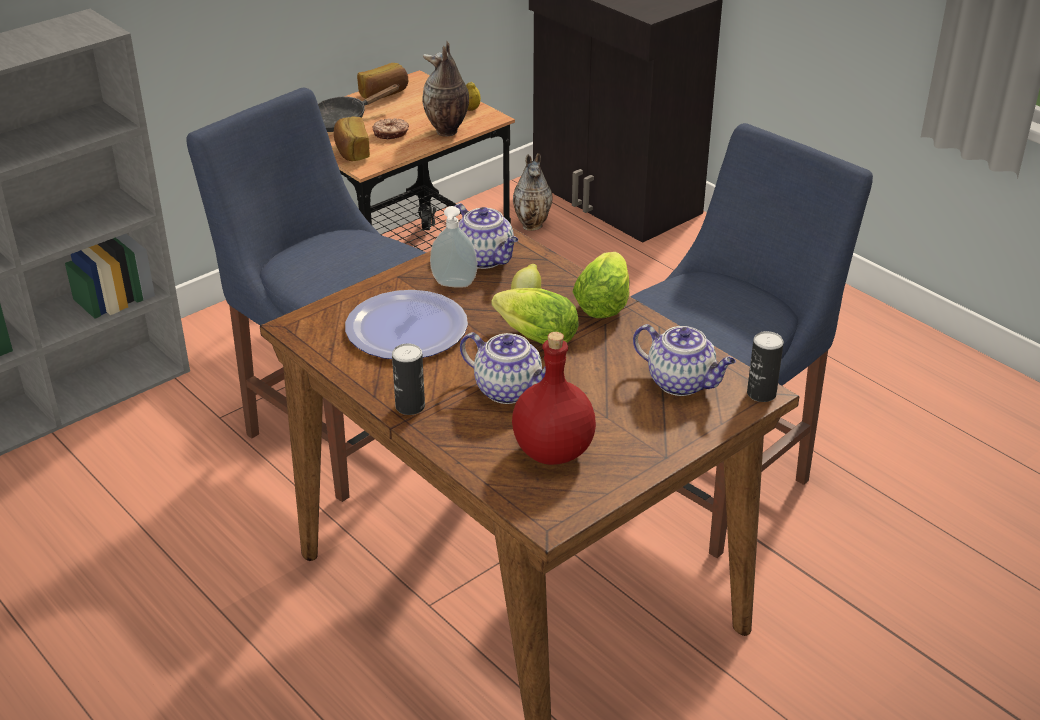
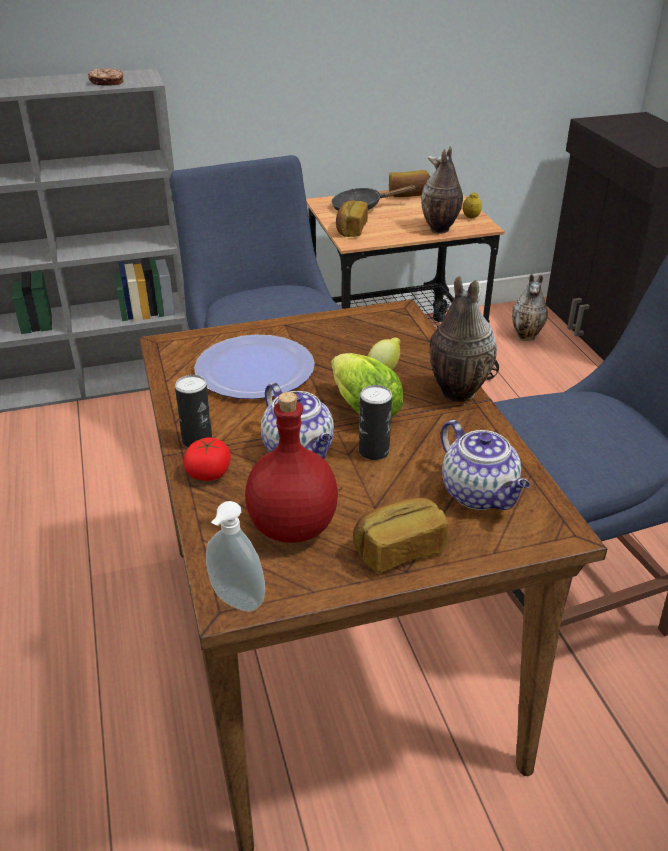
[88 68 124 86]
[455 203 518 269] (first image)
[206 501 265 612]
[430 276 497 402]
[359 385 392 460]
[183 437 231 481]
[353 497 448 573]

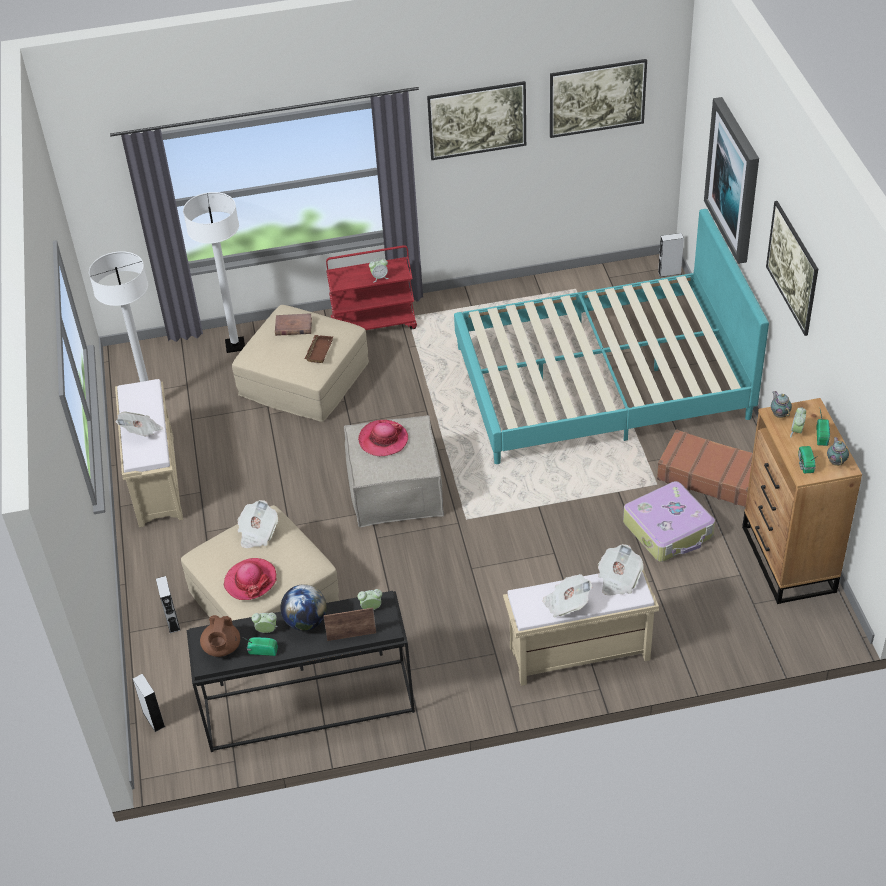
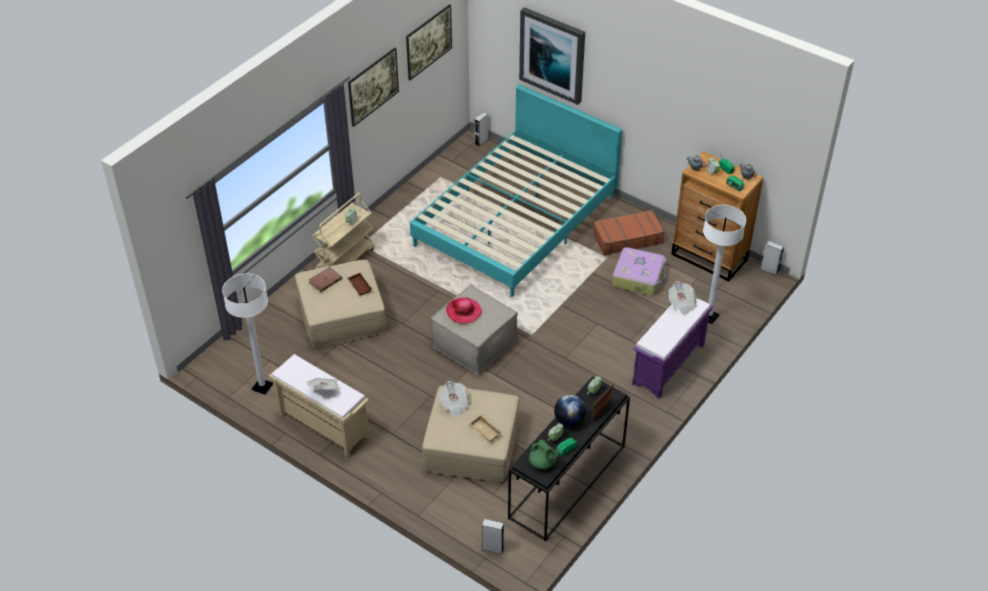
[703 205 746 324]
[766 201 818 336] (first image)
[312 193 375 269]
[469 415 501 442]
[632 298 713 399]
[543 574 592 618] (first image)
[761 241 784 276]
[529 440 558 469]

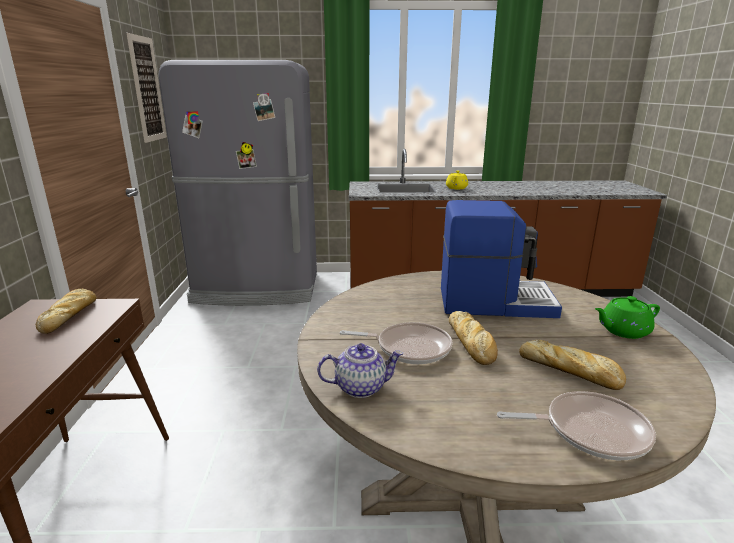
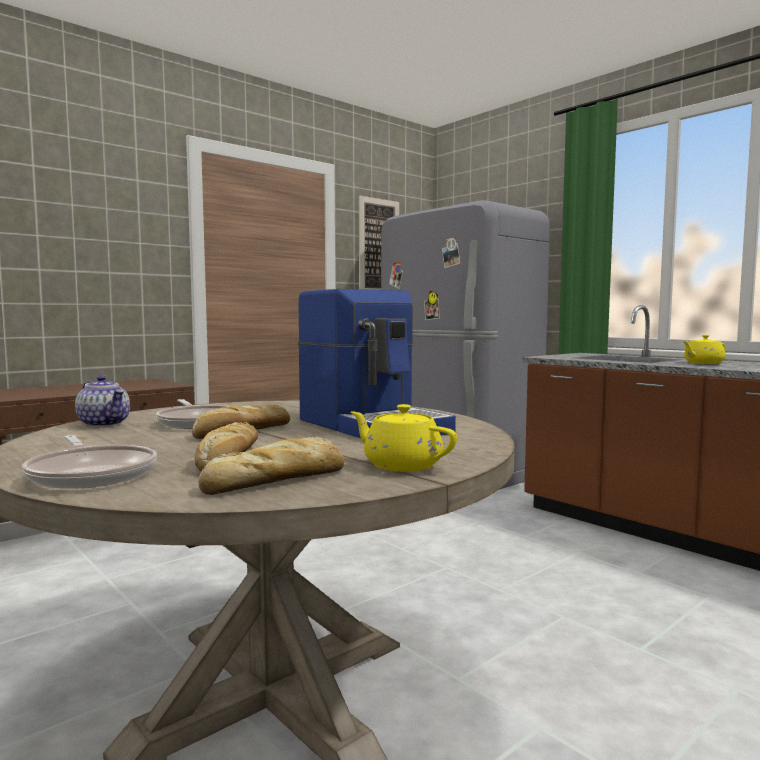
[198 437 344 495]
[351 404 457 472]

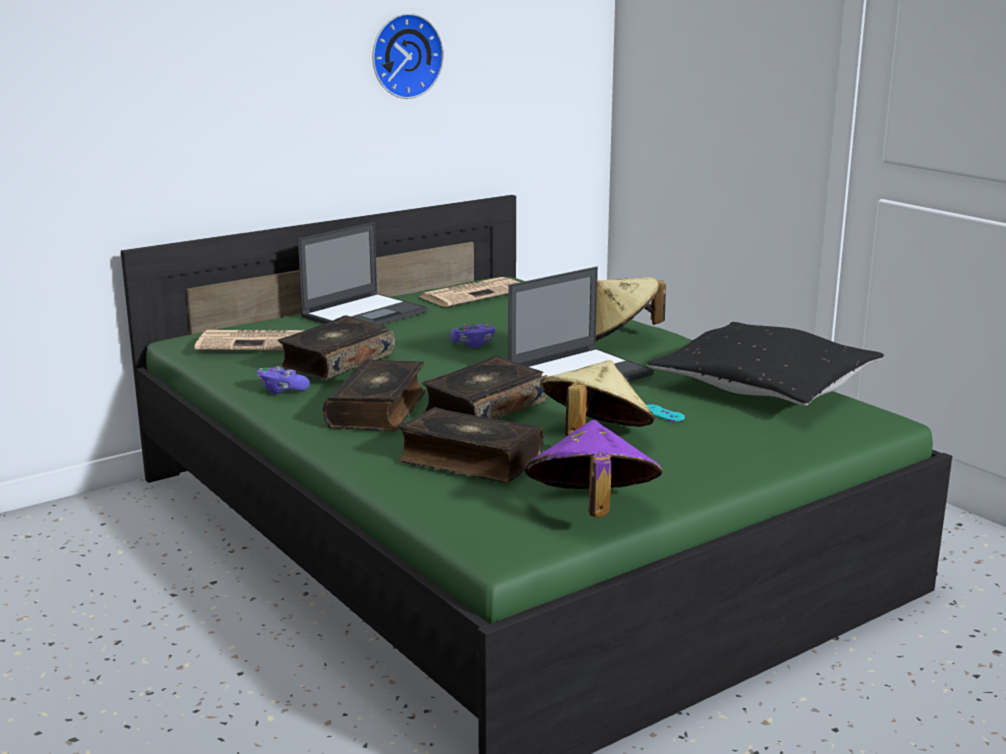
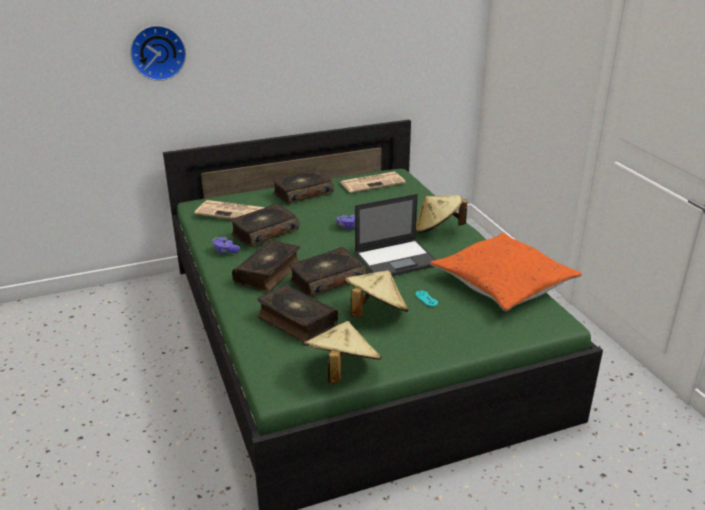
[130 25 186 81]
[272 169 334 205]
[430 233 582 311]
[304 321 382 384]

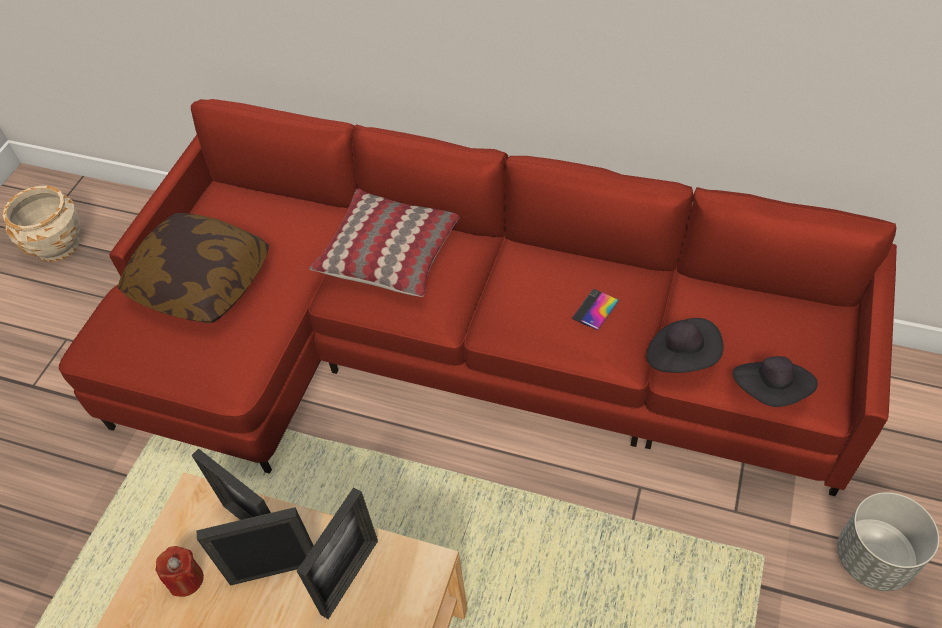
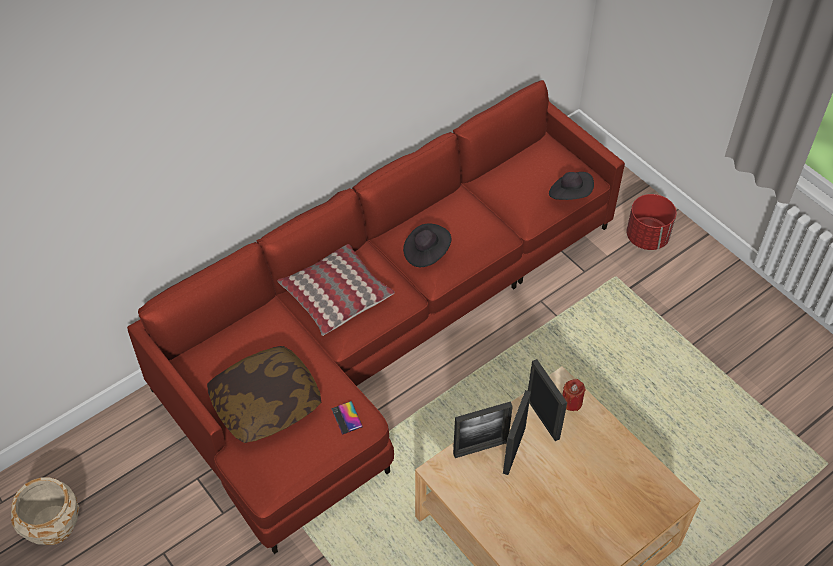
[331 401 363 435]
[403 223 452 267]
[626 194 677 250]
[562 379 586 411]

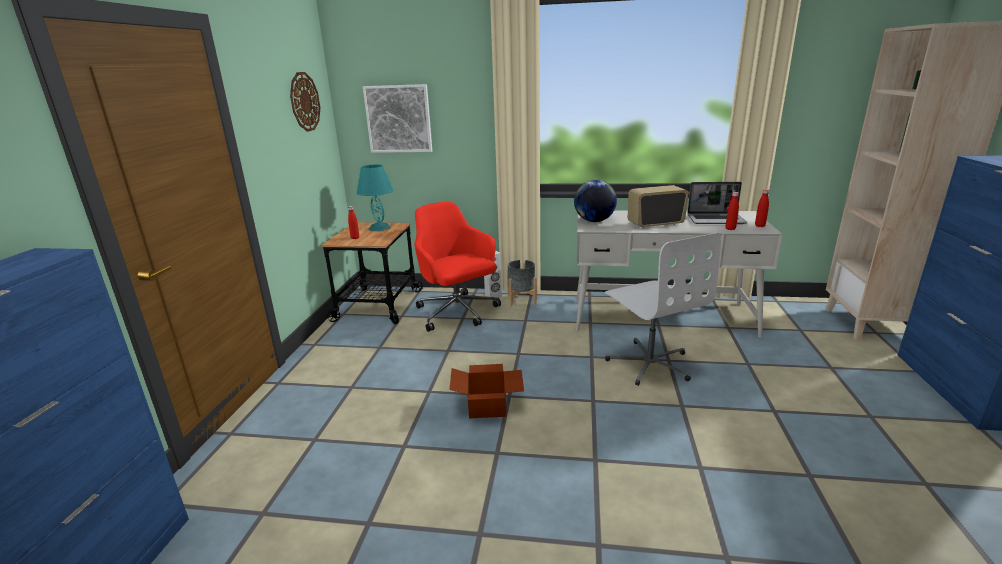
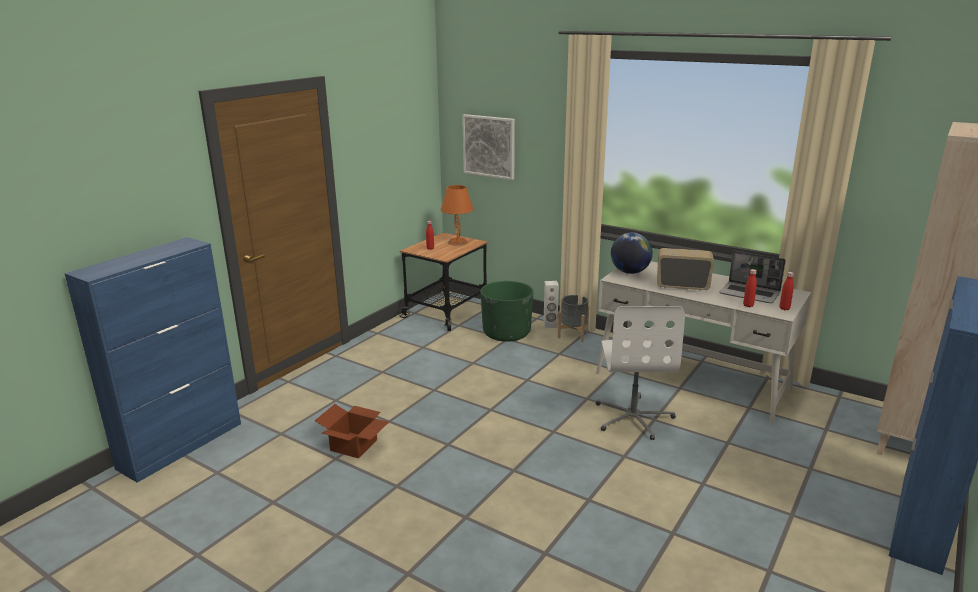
[290 72 320 132] (first image)
[441 185 473 246]
[480 281 533 342]
[314 404 389 459]

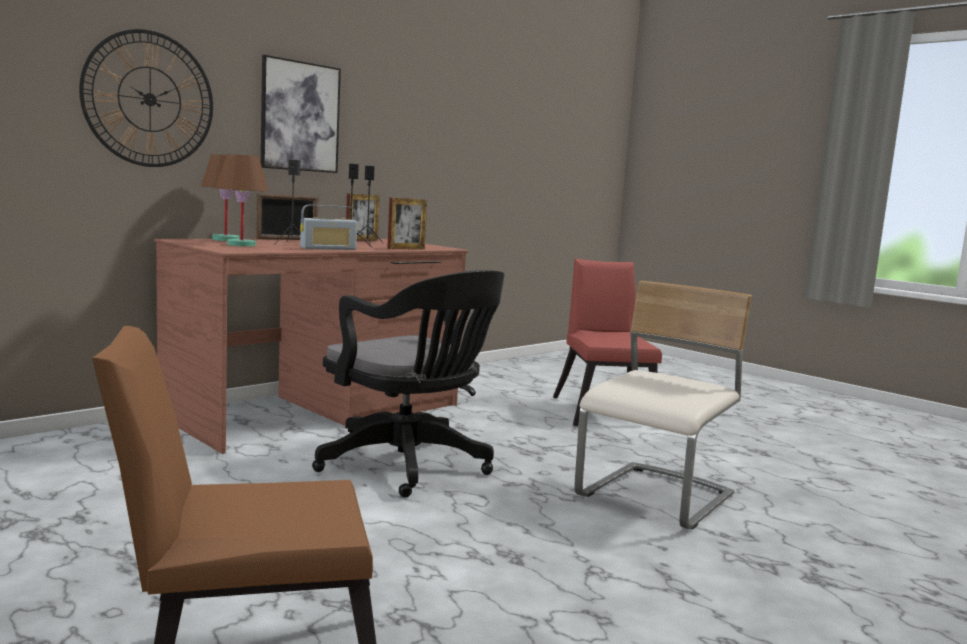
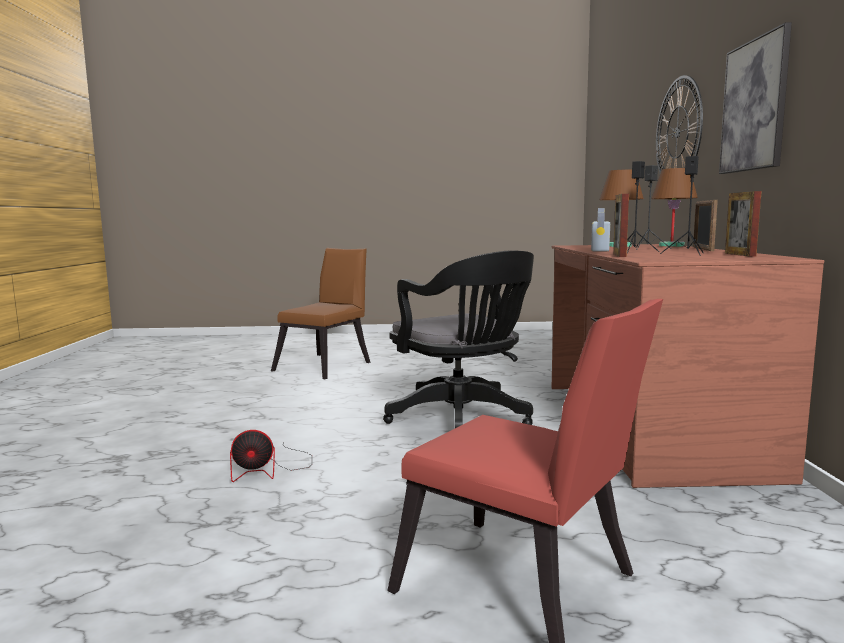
[383 250 534 428]
[230 430 311 482]

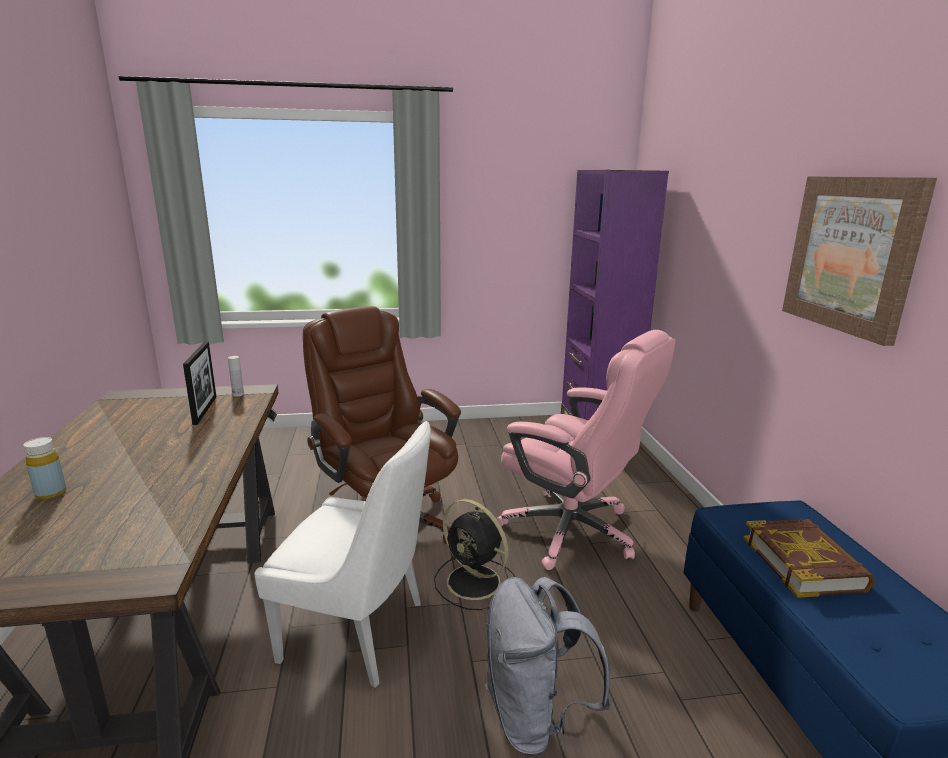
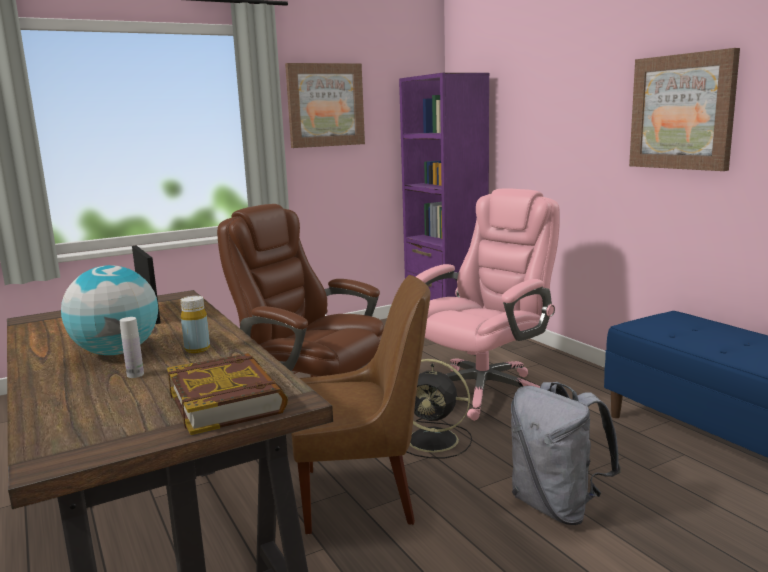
[416 188 560 421]
[120 317 144 378]
[291 275 431 534]
[180 296 210 353]
[167 353 288 435]
[285 63 365 148]
[61 265 158 355]

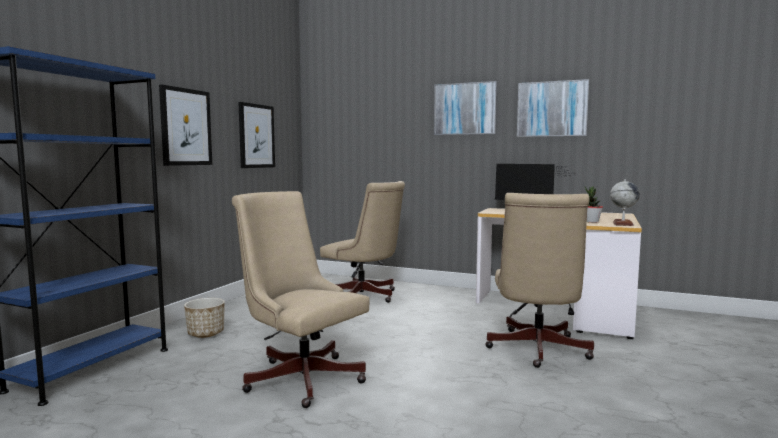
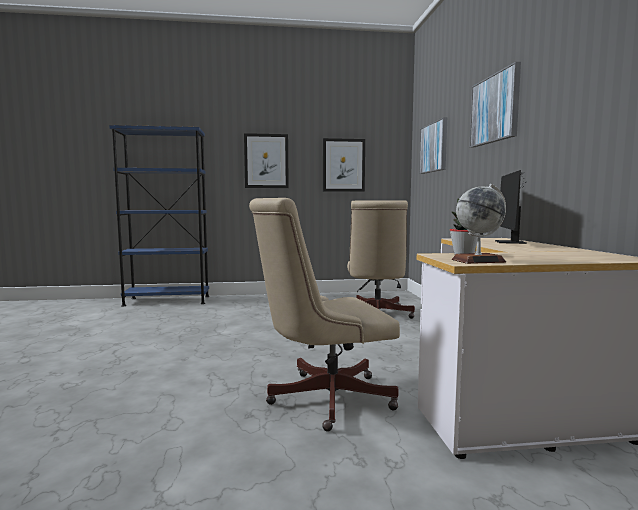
[419 117 447 174]
[232 191 370 408] (first image)
[184 298 225 338] (first image)

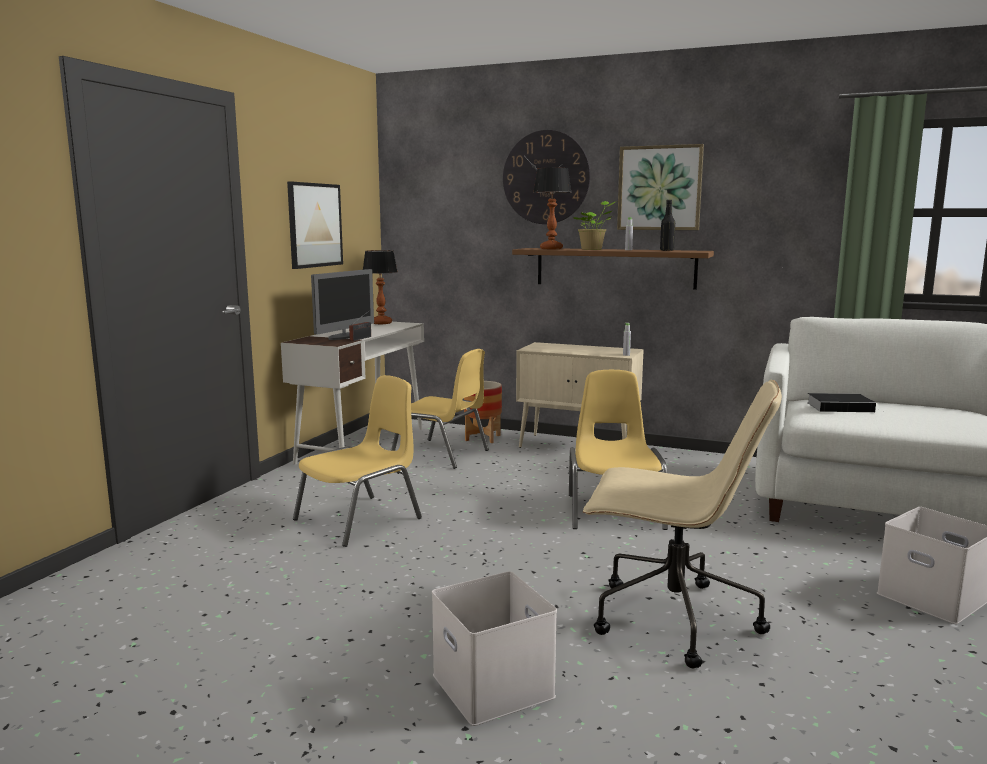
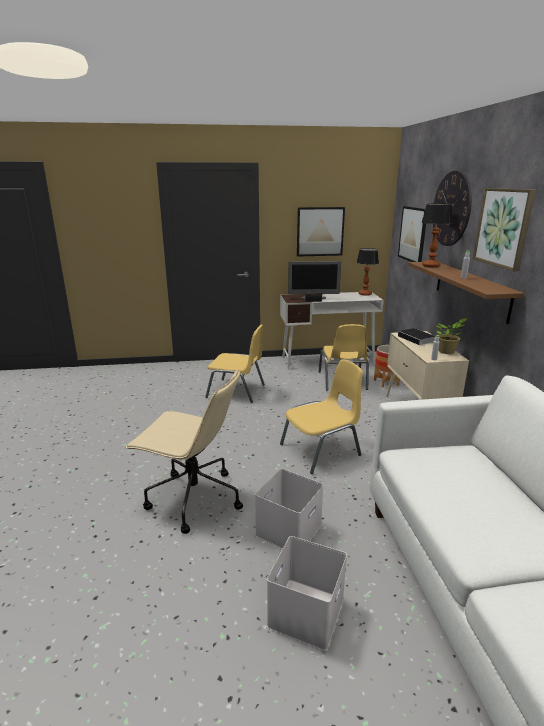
[660 200 675 251] (first image)
[435 318 467 354]
[125 370 243 534]
[398 328 436 345]
[255 469 324 549]
[398 206 426 262]

